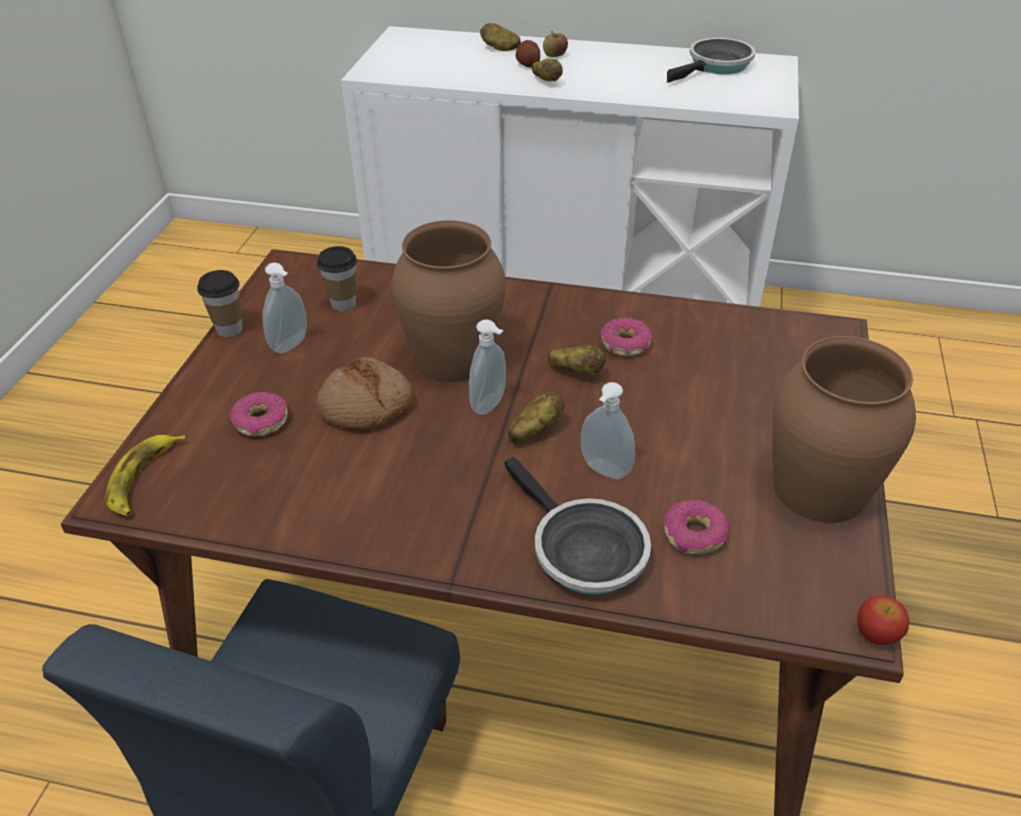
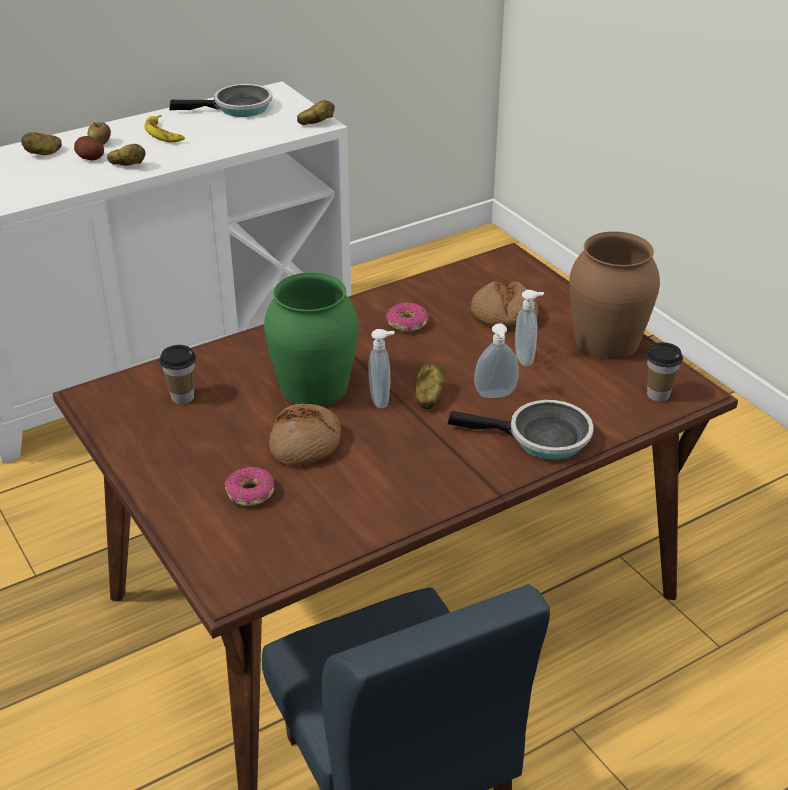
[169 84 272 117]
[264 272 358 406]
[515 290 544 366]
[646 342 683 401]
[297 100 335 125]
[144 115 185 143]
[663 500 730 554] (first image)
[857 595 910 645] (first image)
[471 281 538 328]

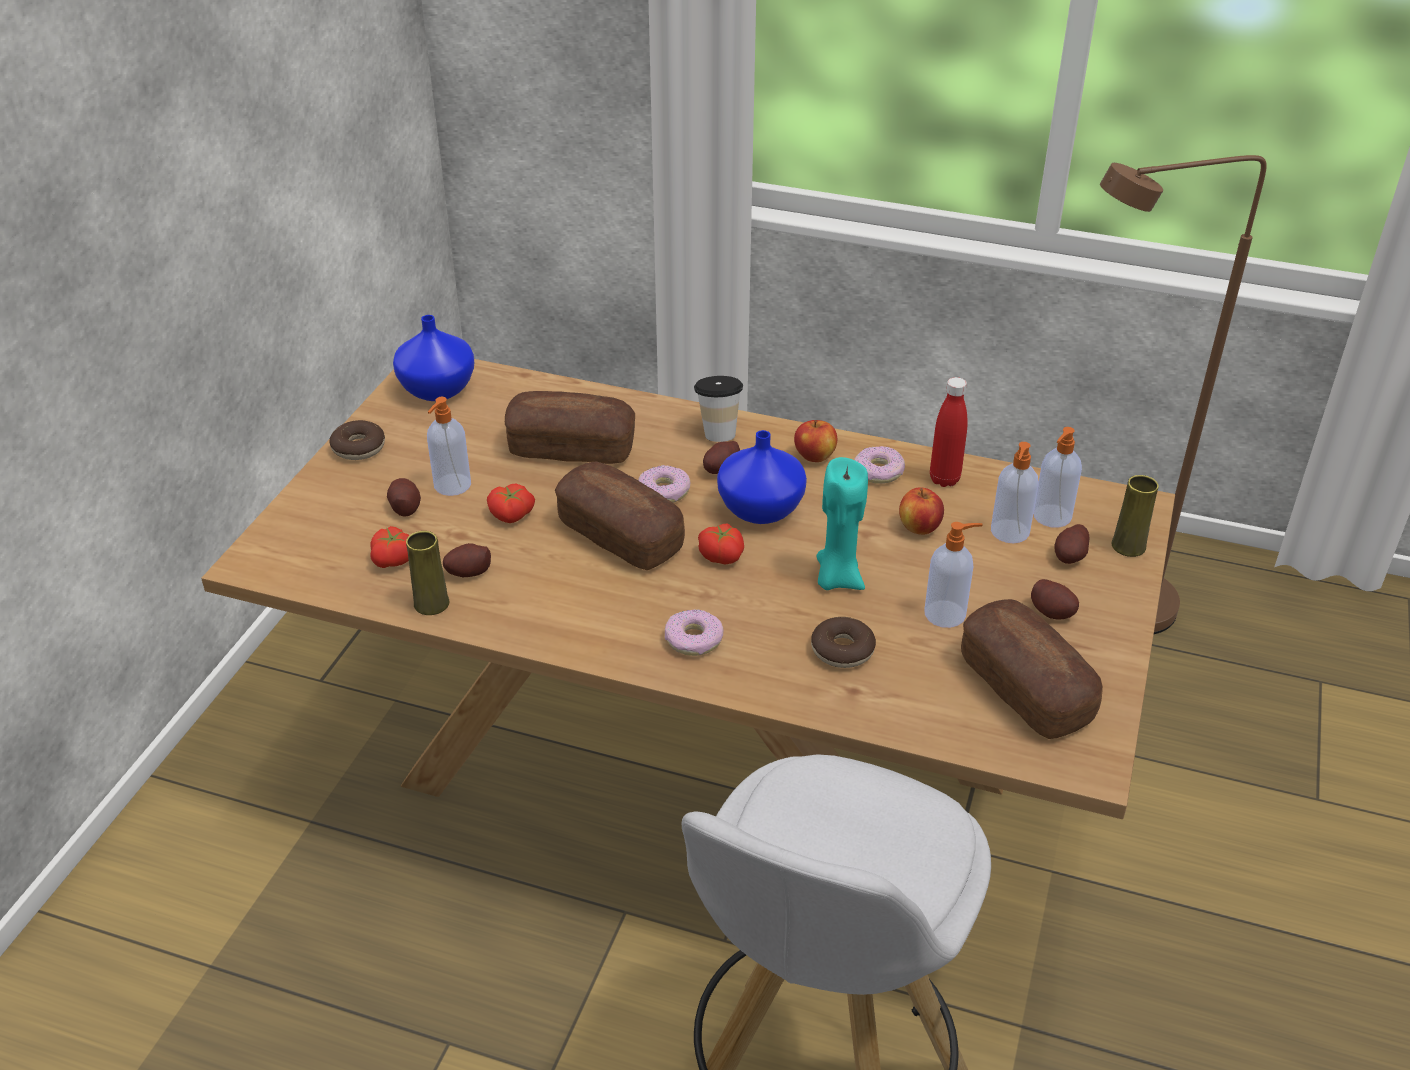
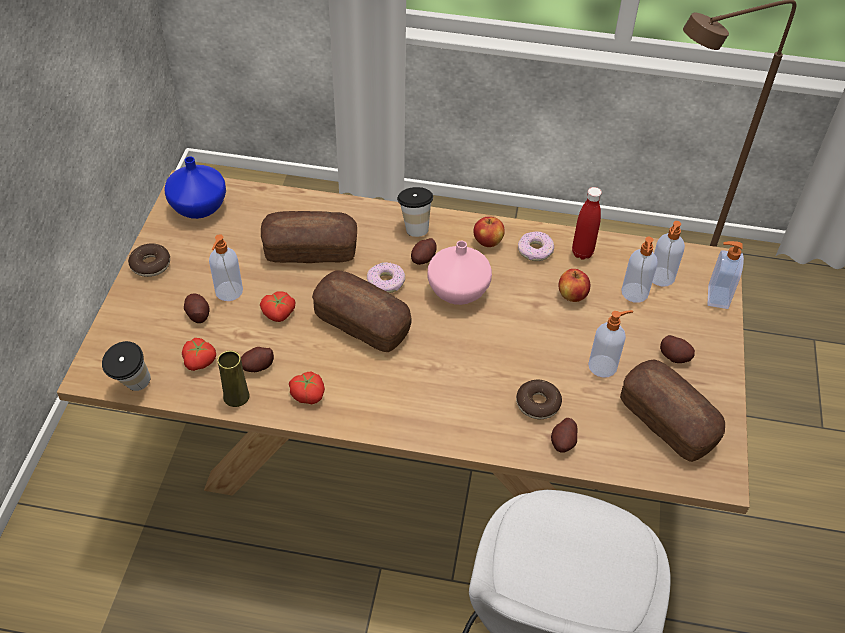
[428 241 492 305]
[817 457 868 590] (first image)
[708 241 744 309]
[289 371 325 405]
[551 418 578 453]
[665 609 723 656] (first image)
[102 341 151 391]

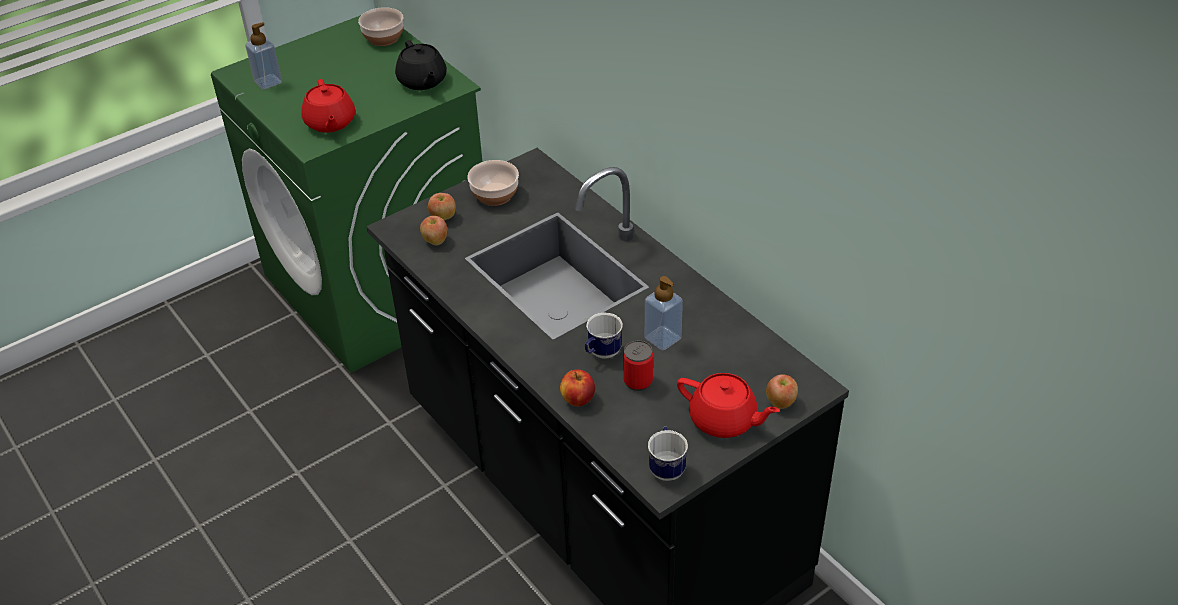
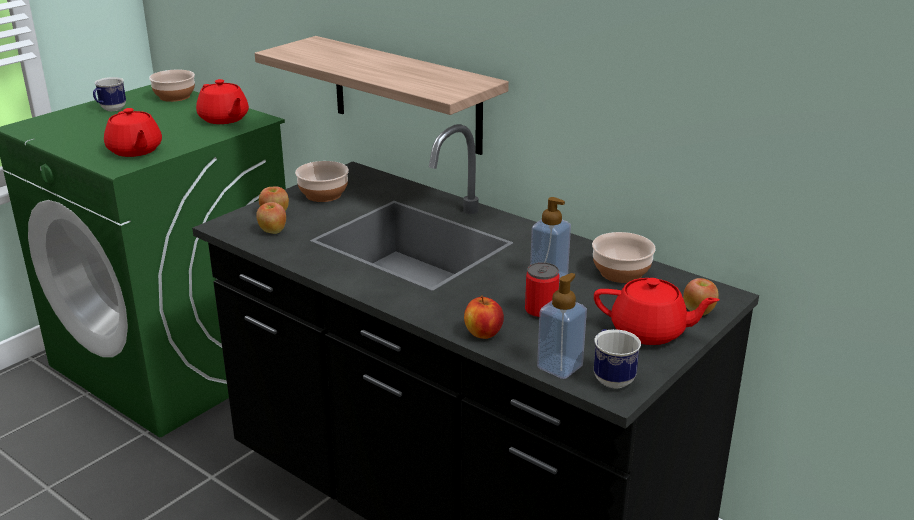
[537 273 587 379]
[196 79 249 124]
[93 77 126 111]
[255 36 509 155]
[592 232 656 283]

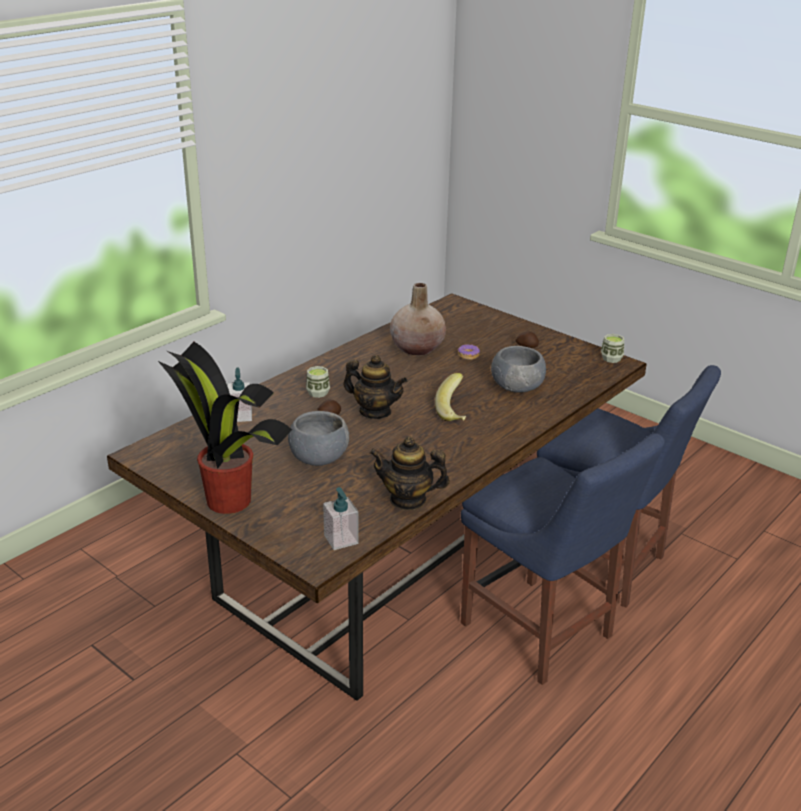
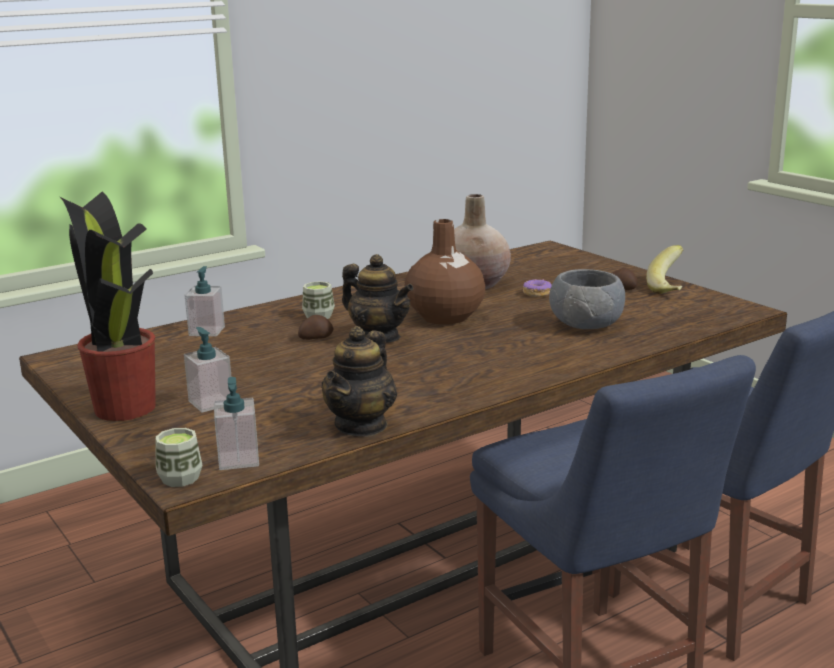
[156 428 203 487]
[646 245 683 294]
[288 411 349 466] (first image)
[321 326 397 437]
[405 219 485 325]
[184 327 231 413]

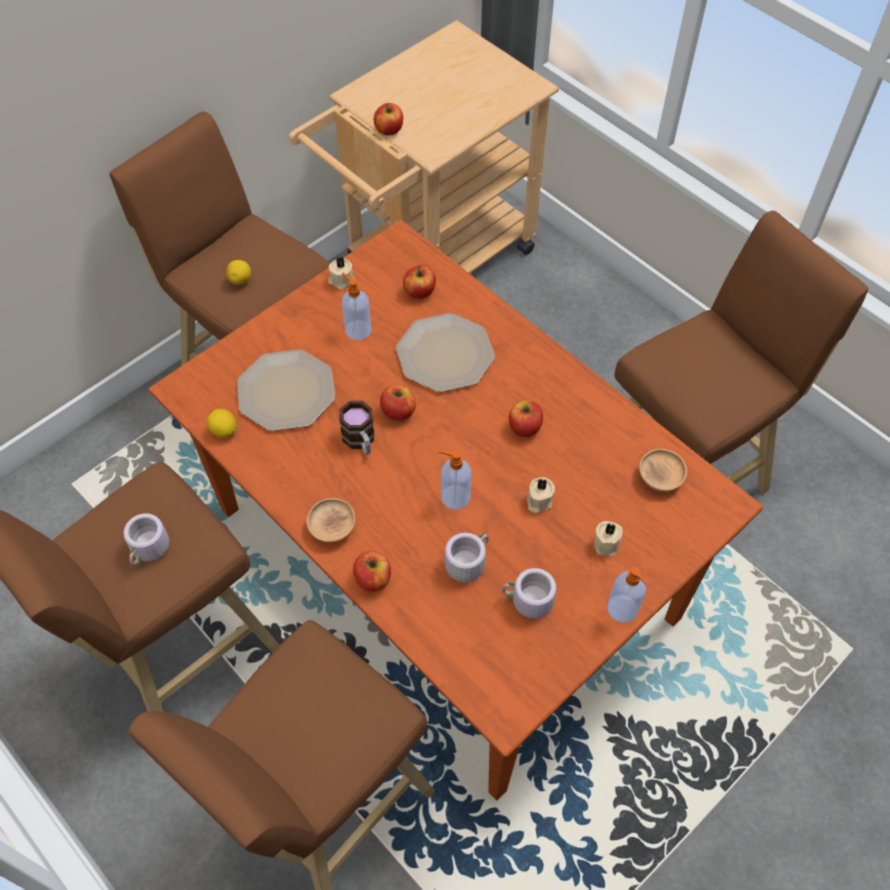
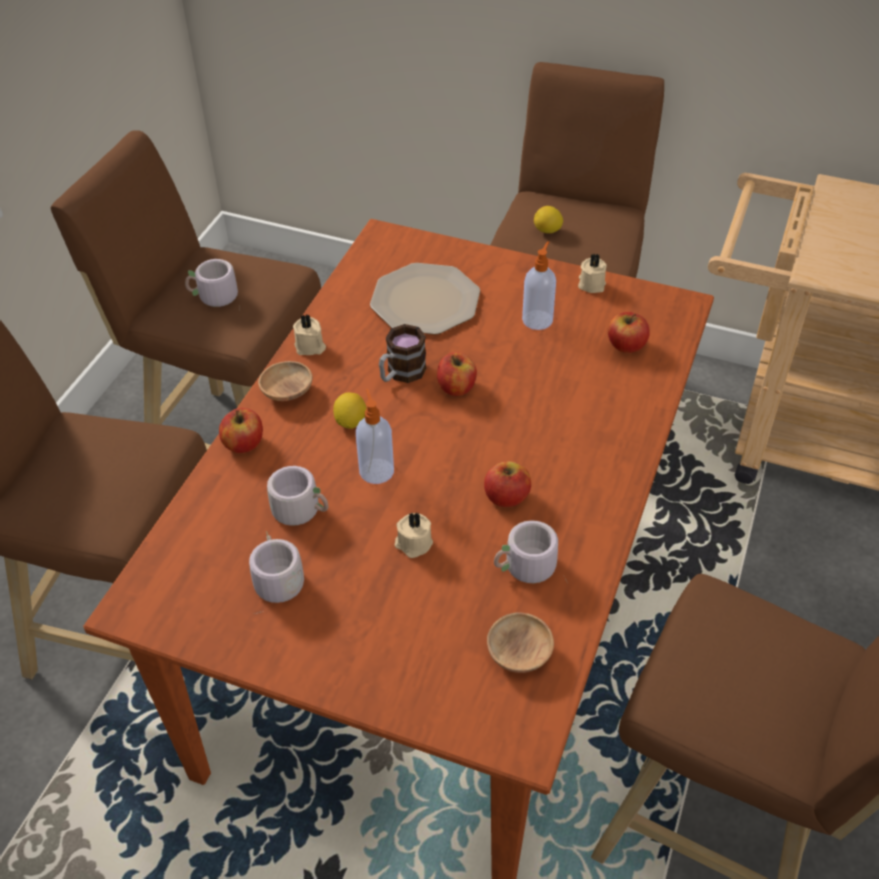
[374 103 403 136] (first image)
[396 313 495 392] (first image)
[333 393 367 429]
[293 314 326 355]
[607 567 649 623] (first image)
[494 520 567 583]

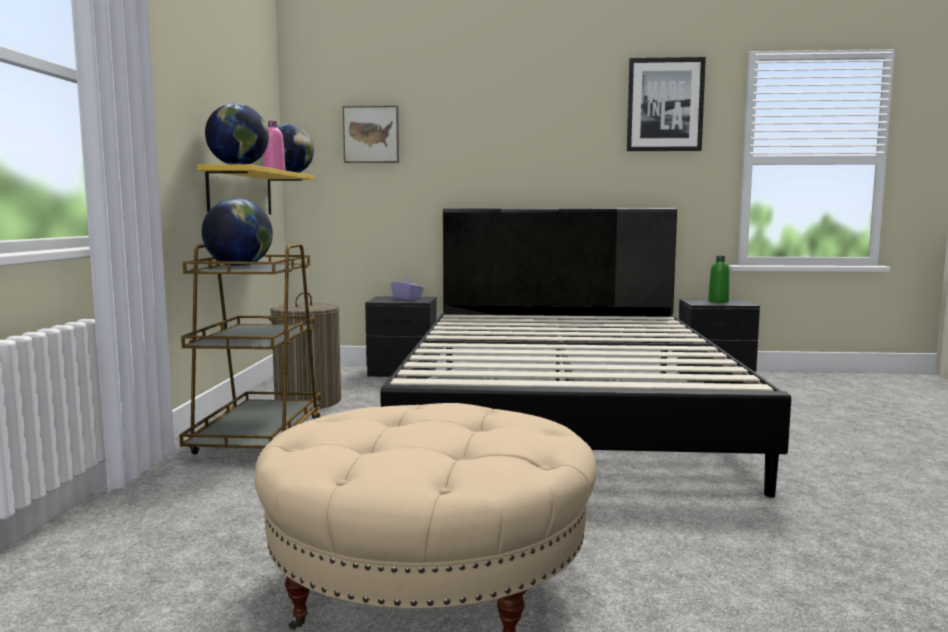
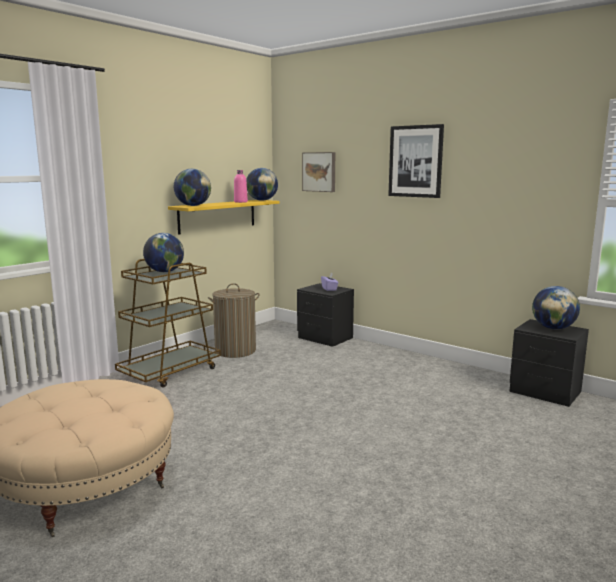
[388 124 444 198]
[380 208 791 498] (first image)
[532 286 580 329]

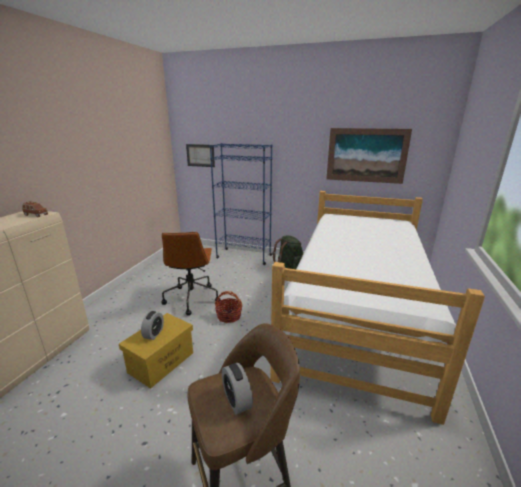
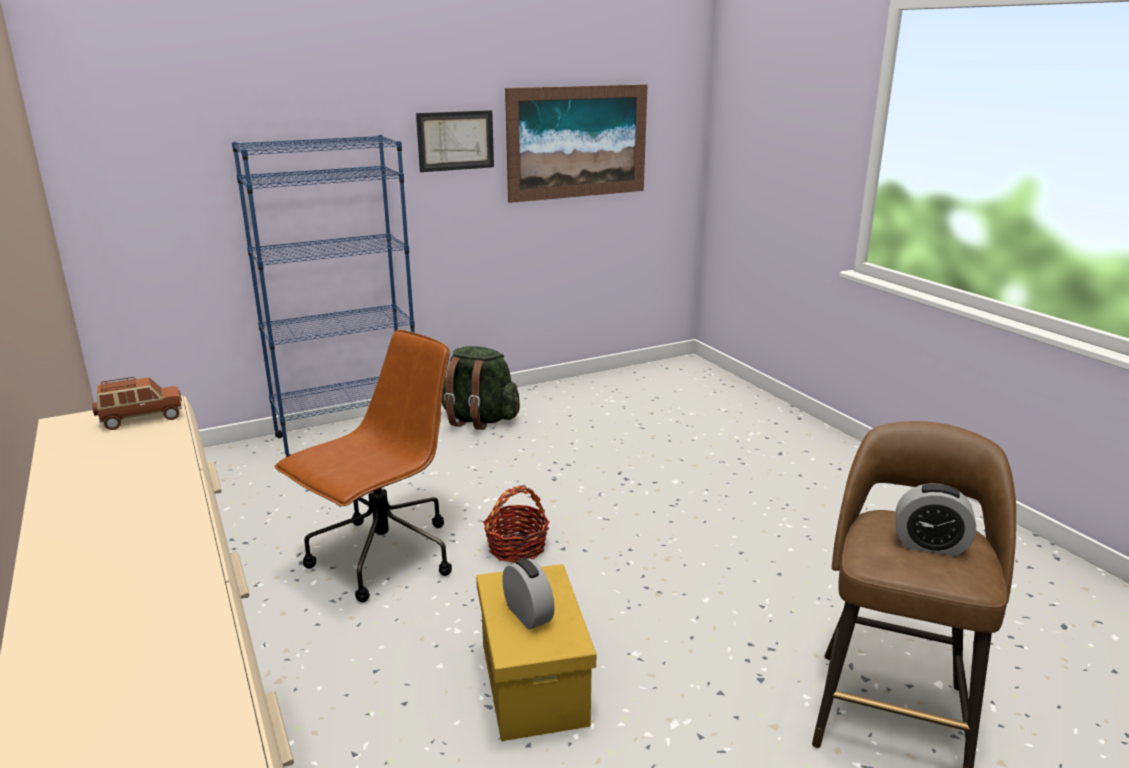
[416 110 494 172]
[270 191 485 425] (first image)
[274 330 452 602]

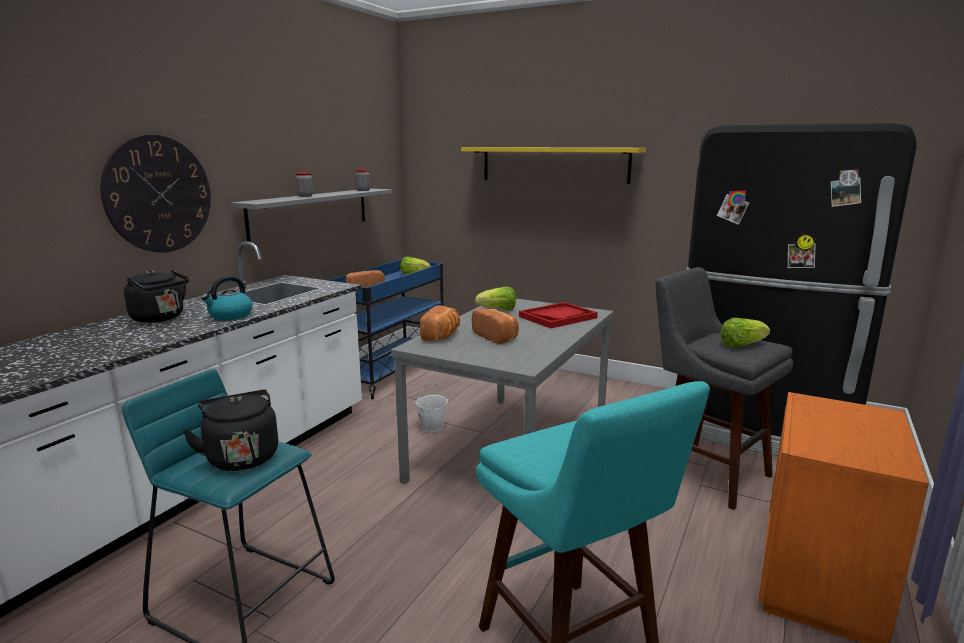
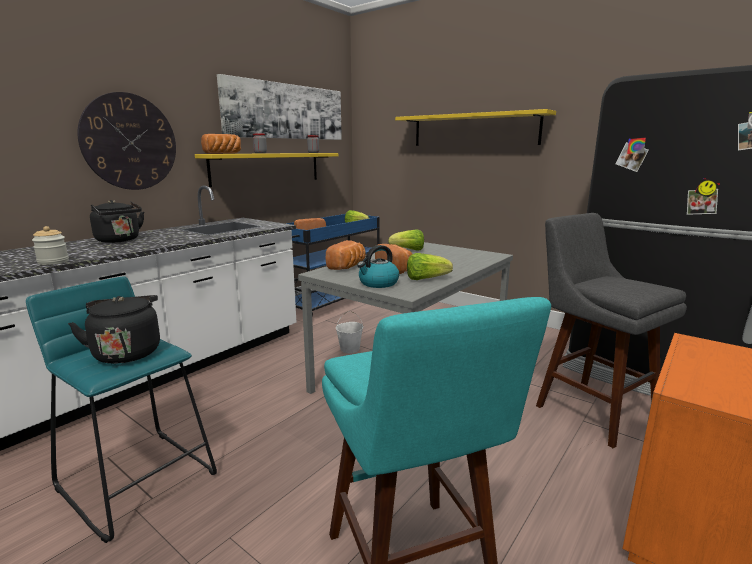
[195 153 339 187]
[357 245 399 288]
[519 302 598 328] (first image)
[407 253 453 280]
[217 74 342 140]
[201 134 241 154]
[32 226 69 265]

